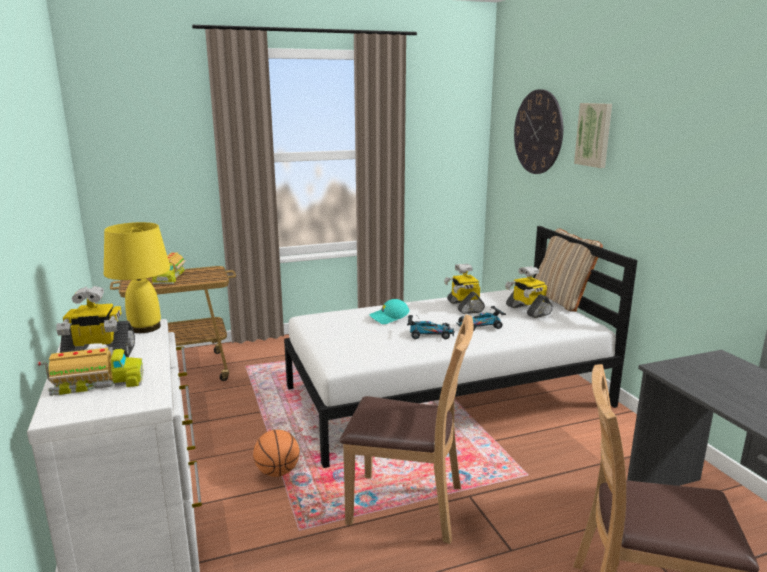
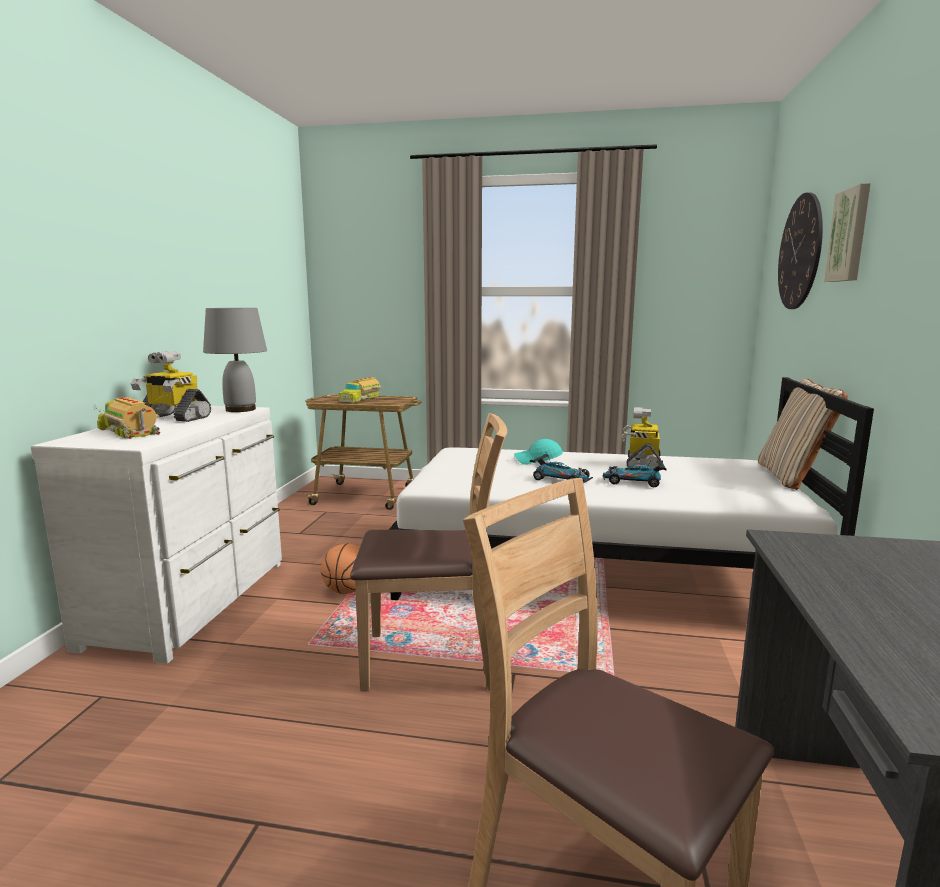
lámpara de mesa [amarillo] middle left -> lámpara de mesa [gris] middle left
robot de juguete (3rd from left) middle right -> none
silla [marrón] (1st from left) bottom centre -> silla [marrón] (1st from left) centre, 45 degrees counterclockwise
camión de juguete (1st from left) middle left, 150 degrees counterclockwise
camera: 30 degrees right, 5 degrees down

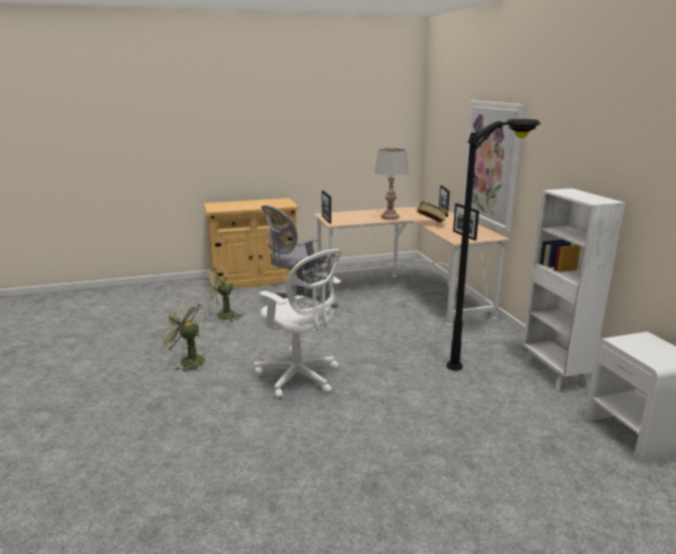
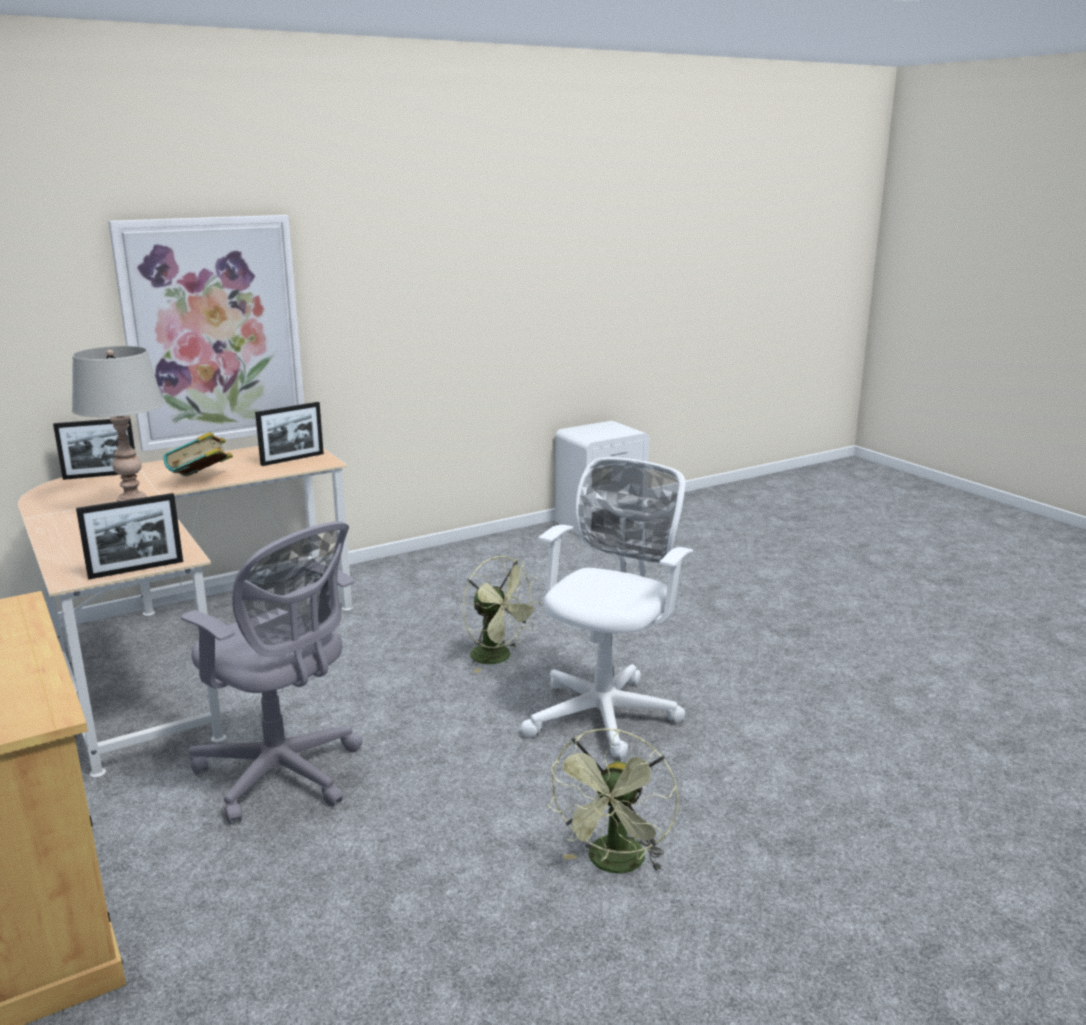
lámpara de pie [negro] middle right -> none
estantería [blanco] middle right -> none
ventilador [verde] (2nd from left in the first image) middle left -> ventilador [verde] (1st from left) centre, move
camera: 105 degrees left, 0 degrees up

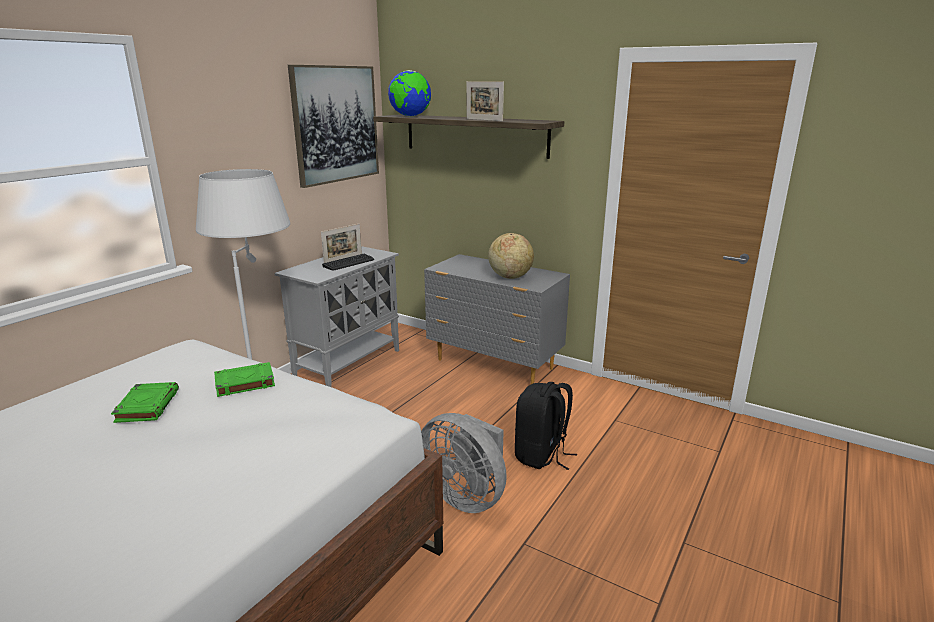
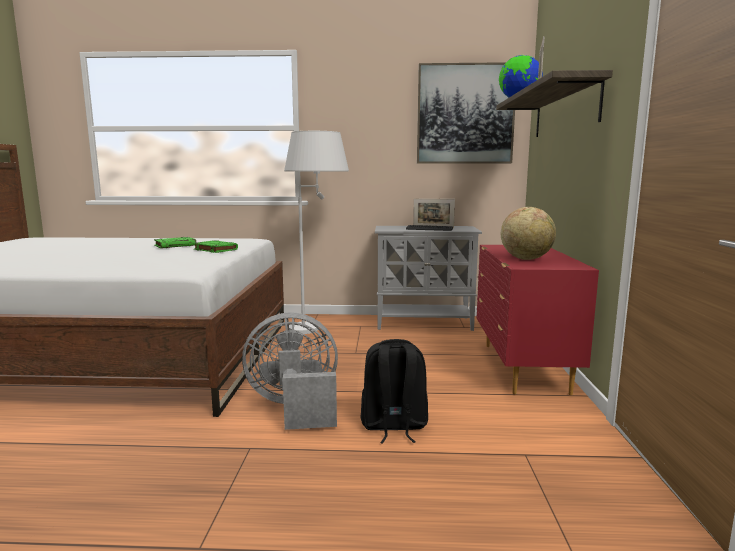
cómoda [gris] centre -> cómoda [rojo] middle right
ventilador [gris] bottom centre, 75 degrees clockwise
camera: 60 degrees right, 10 degrees down

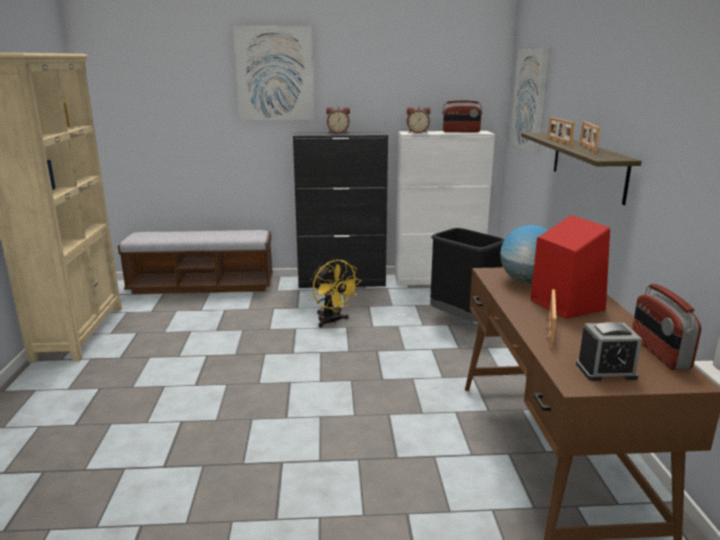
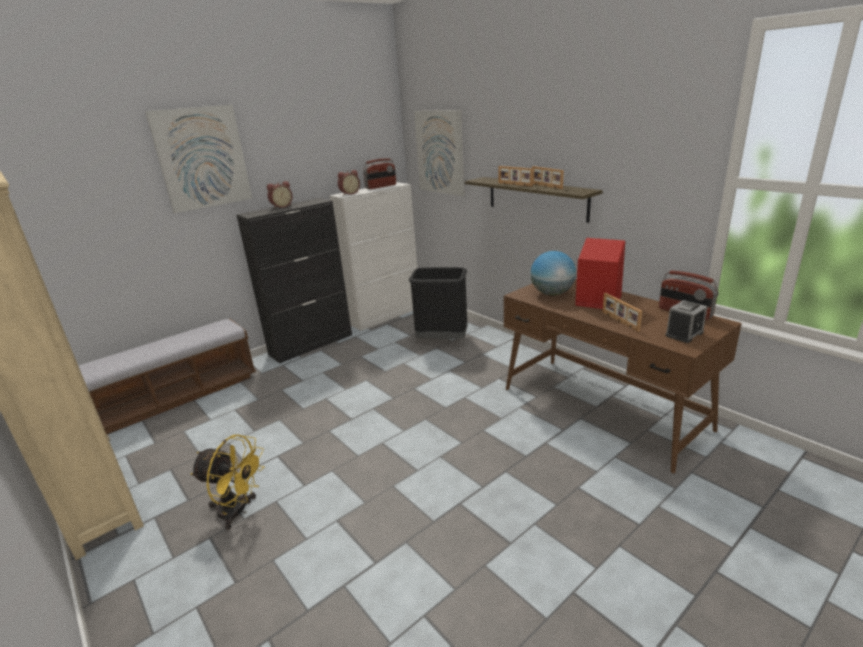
ventilador [amarillo] centre -> ventilador [amarillo] bottom left, move
camera: 35 degrees left, 5 degrees up

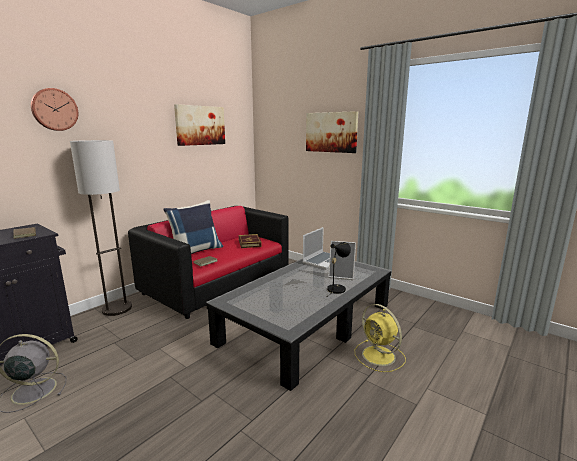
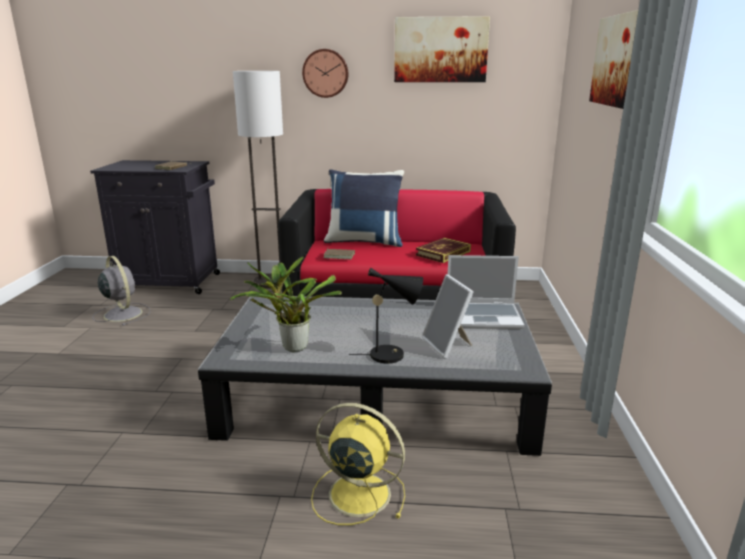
reloj de pared top left -> reloj de pared top centre, move
ventilador [amarillo] bottom centre, 90 degrees clockwise
none -> planta en maceta centre
camera: 55 degrees right, 5 degrees up

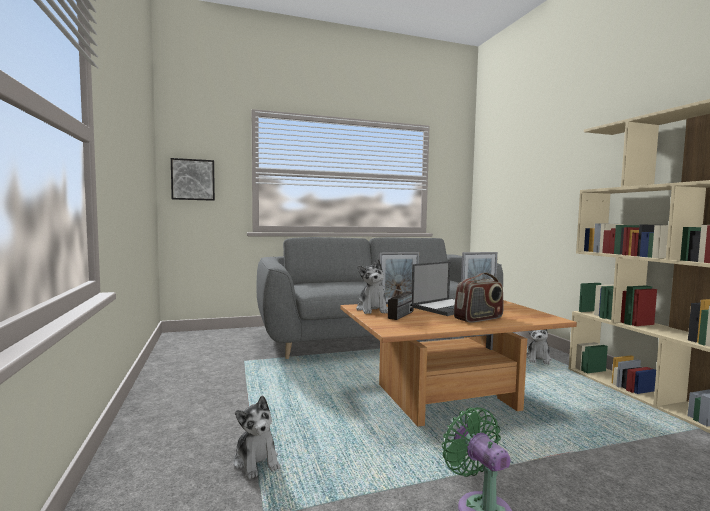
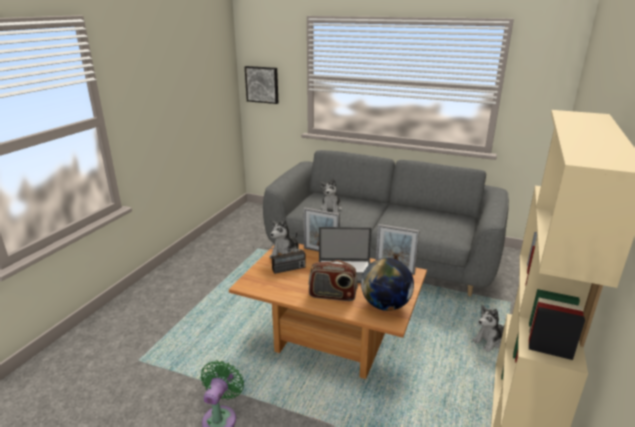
peluche (1st from left in the first image) bottom centre -> peluche (2nd from left) centre, move
none -> globo terráqueo centre
camera: 40 degrees right, 20 degrees up

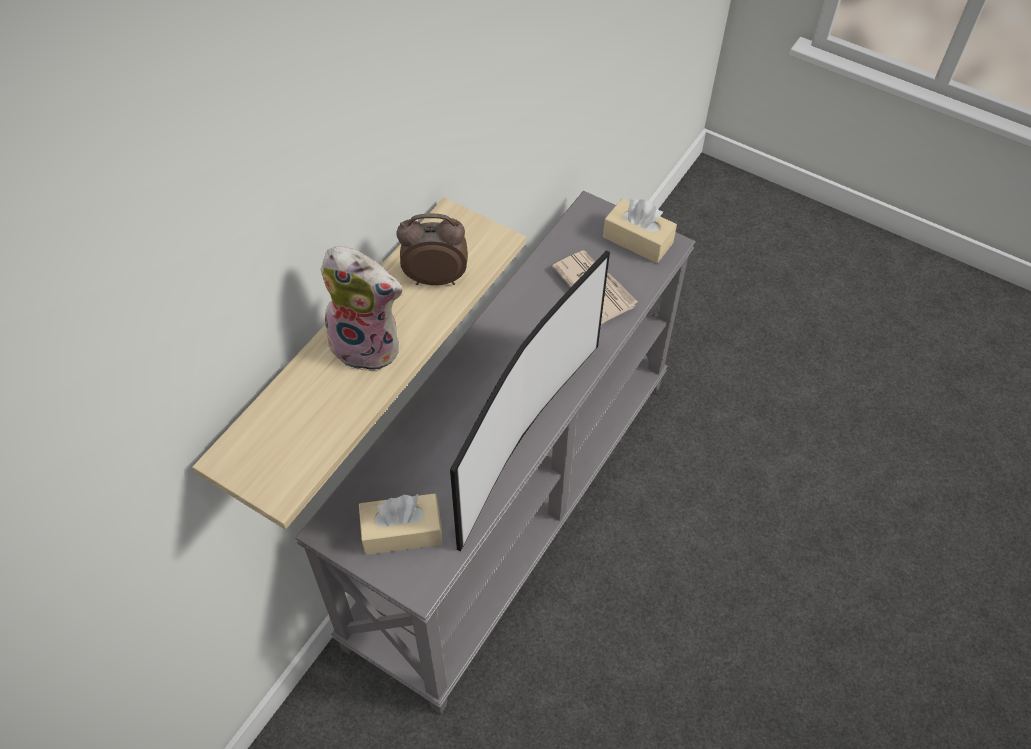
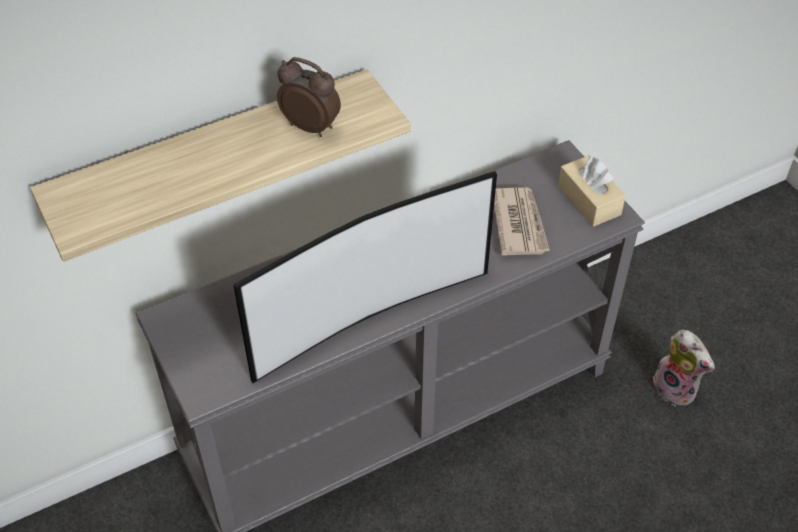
peluche centre -> peluche bottom right, move
caja de pañuelos [beis] (1st from left) bottom centre -> none
camera: 30 degrees right, 5 degrees down

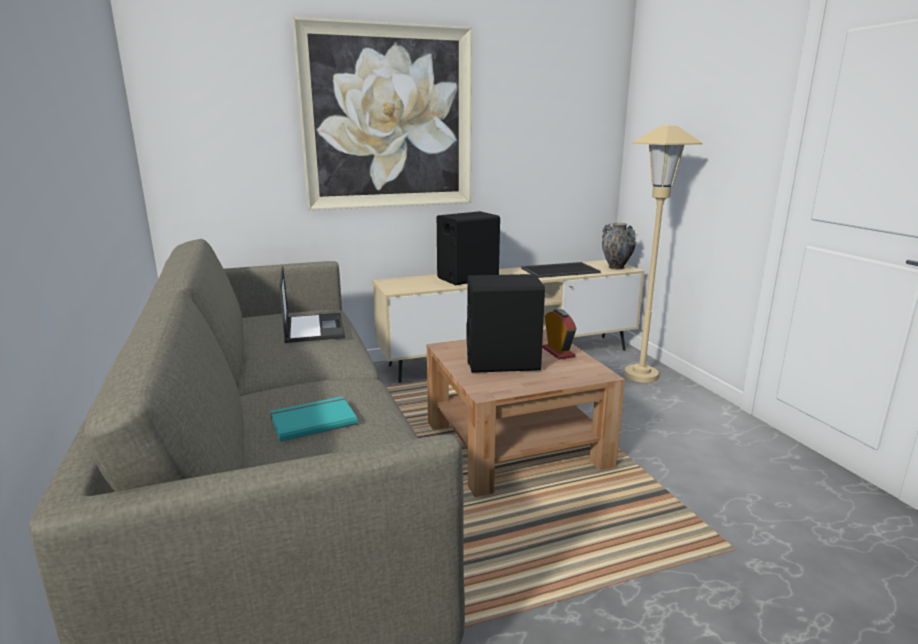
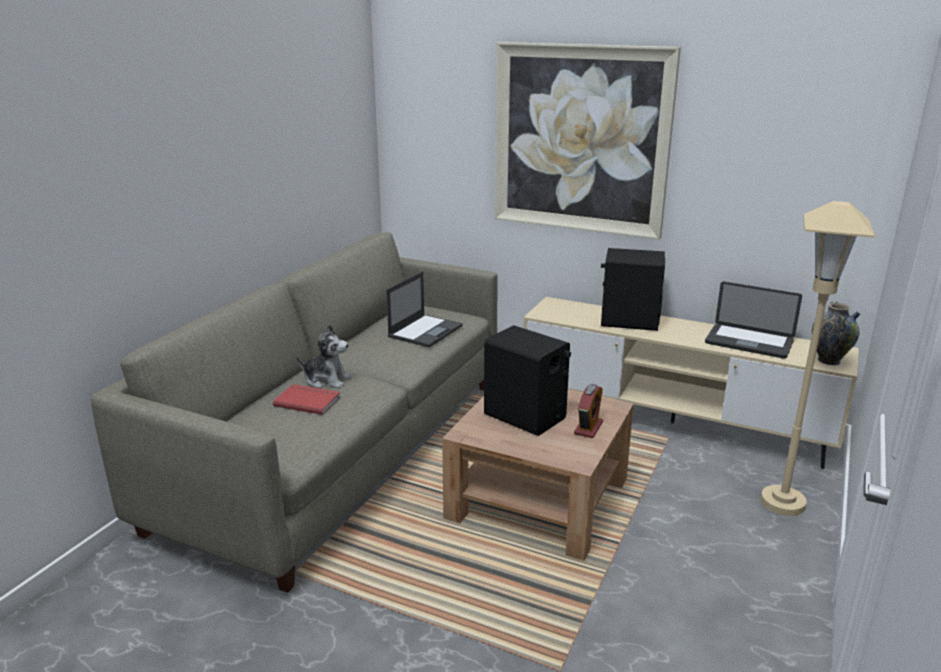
bandeja centre -> portátil (2nd from left) middle right
libro [turquesa] centre -> libro [rojo] middle left
none -> peluche centre
camera: 45 degrees right, 5 degrees up

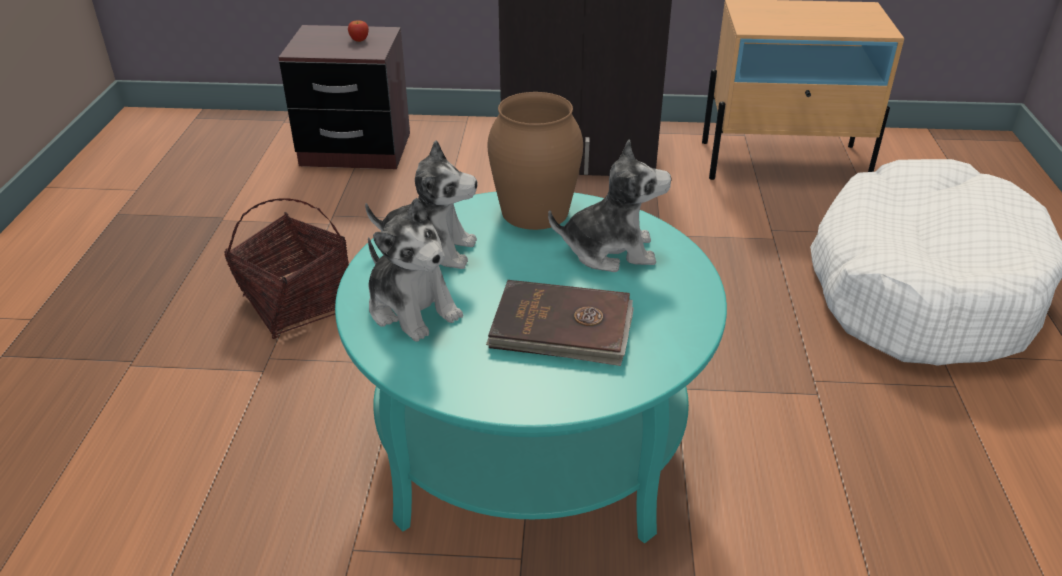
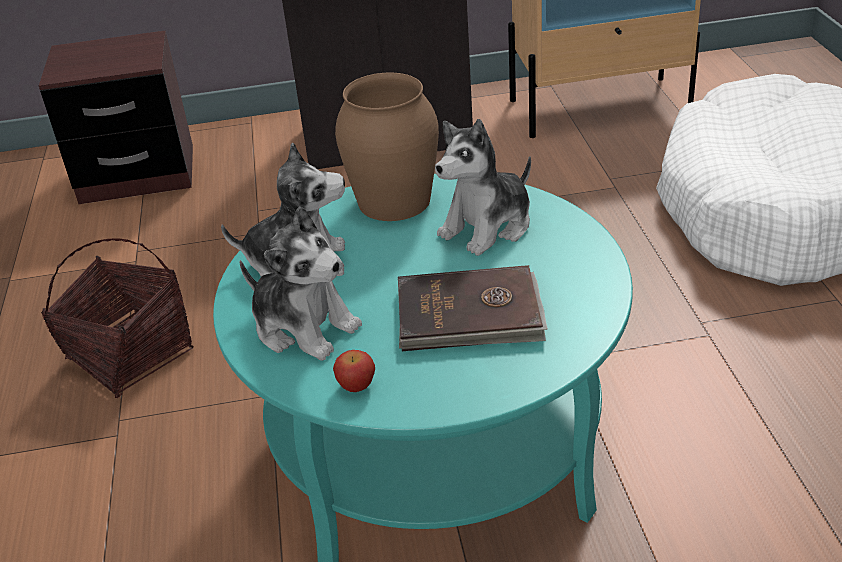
manzana top centre -> manzana centre, move
peluche (3rd from left) centre -> peluche (3rd from left) top centre, 150 degrees clockwise
camera: 10 degrees left, 0 degrees up

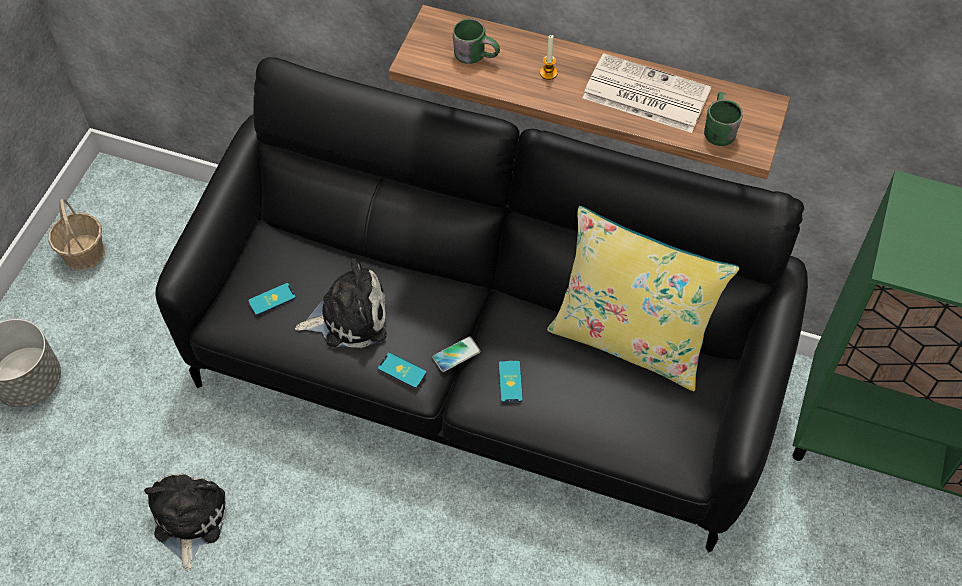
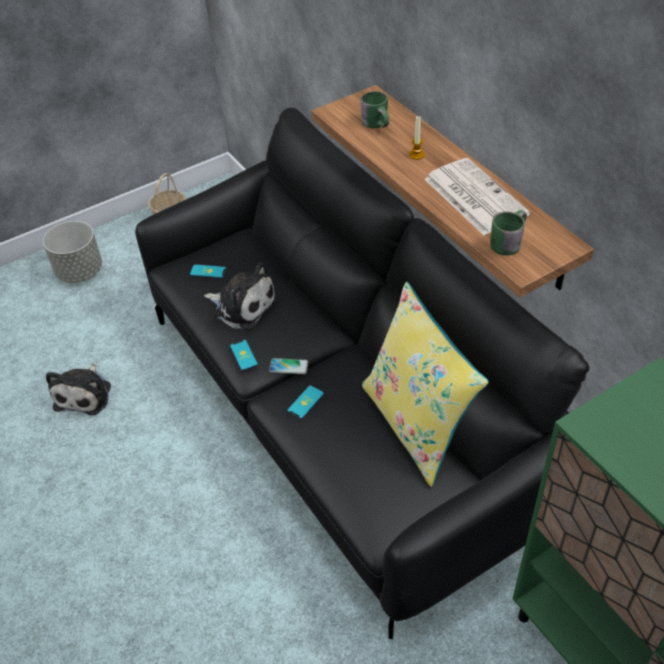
peluche (1st from left) bottom left -> peluche (1st from left) middle left, 150 degrees clockwise
camera: 40 degrees right, 10 degrees down

